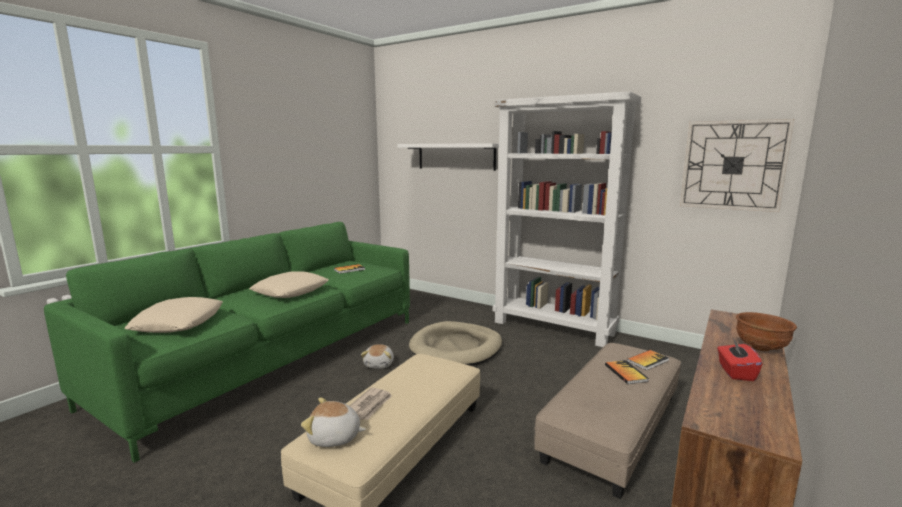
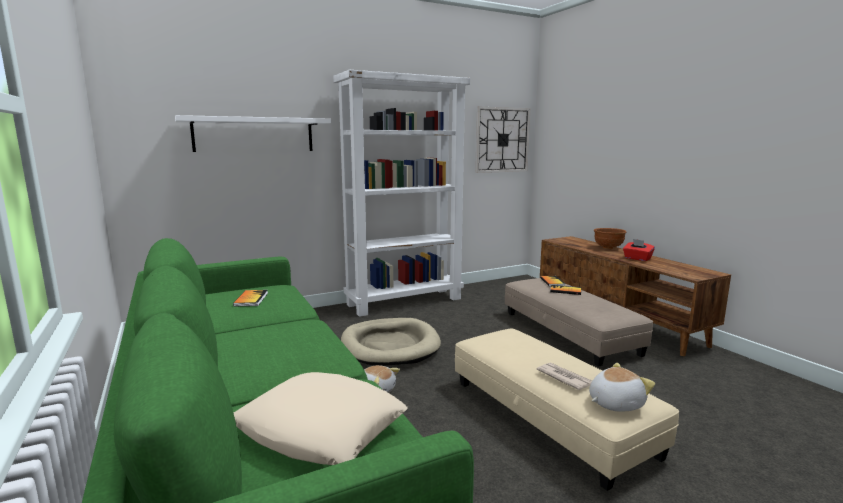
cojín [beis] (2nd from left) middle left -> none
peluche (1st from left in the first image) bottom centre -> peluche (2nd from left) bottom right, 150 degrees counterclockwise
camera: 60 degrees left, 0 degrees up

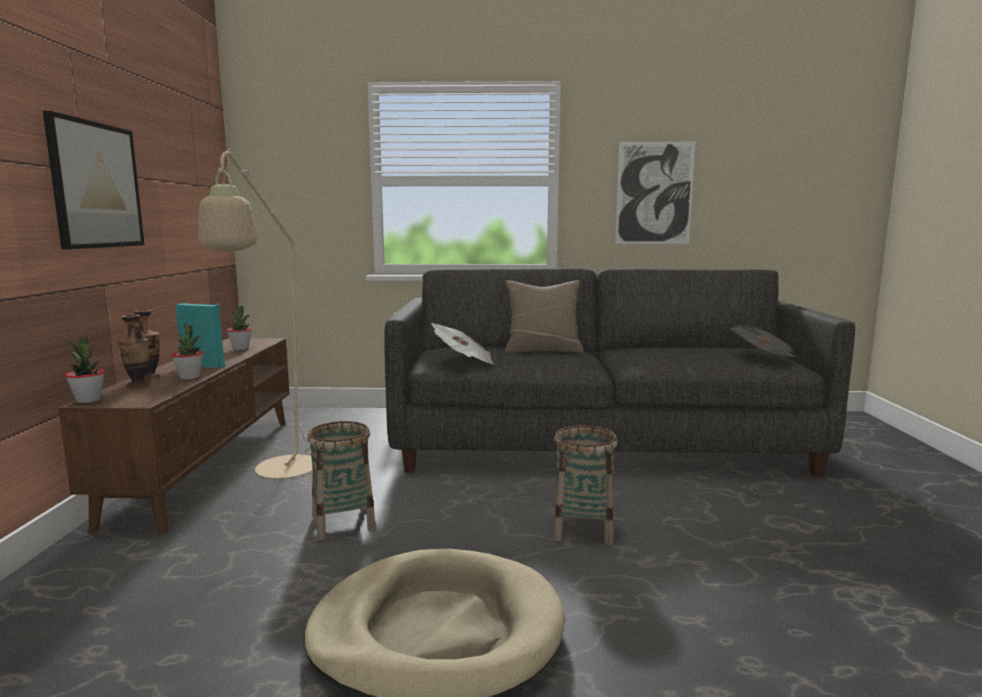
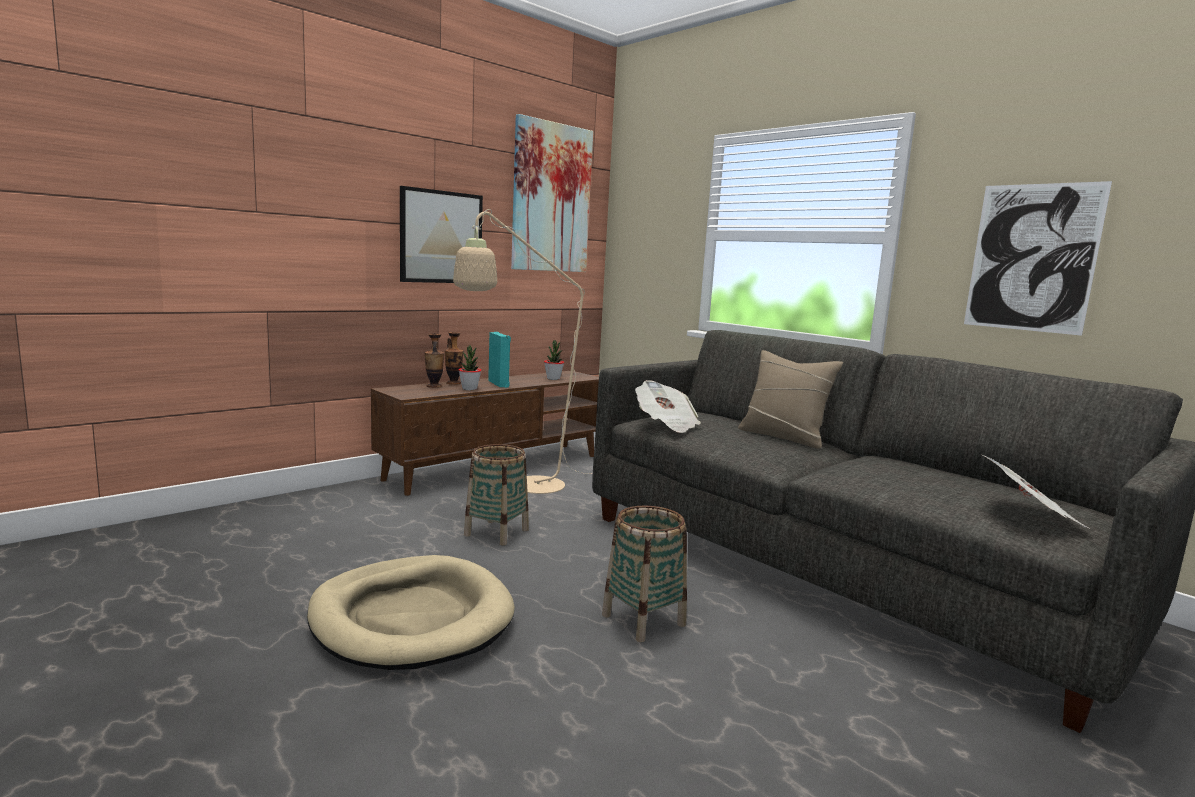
planta en maceta (1st from left) middle left -> none
none -> cuadro (2nd from left) top centre
camera: 45 degrees right, 0 degrees up

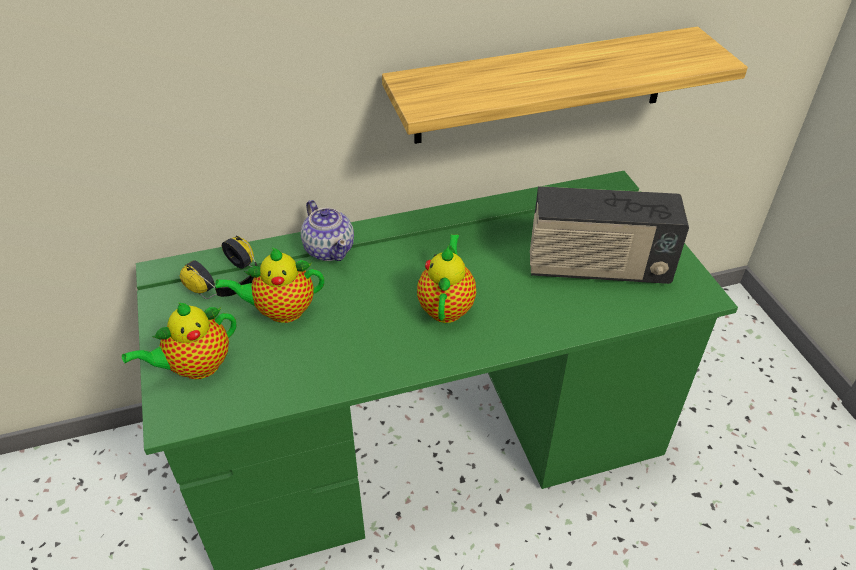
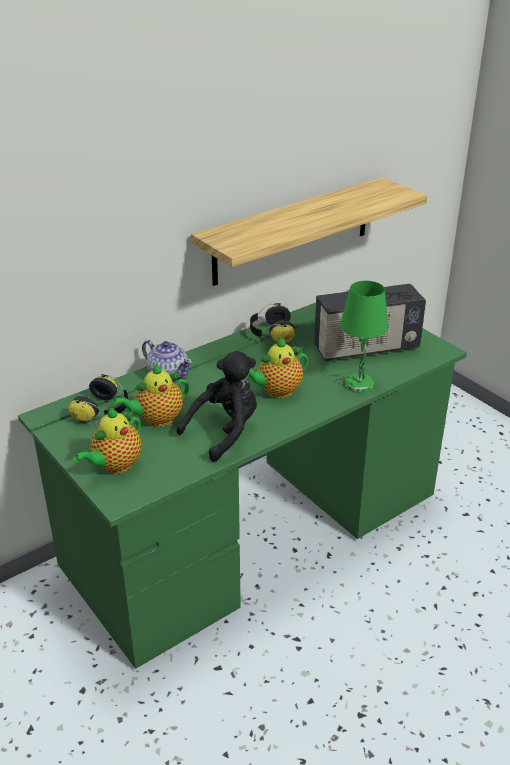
tetera (4th from left) centre, 105 degrees counterclockwise
none -> lámpara de mesa [verde] middle right
none -> auriculares (2nd from left) centre
none -> peluche [negro] centre
camera: 20 degrees left, 10 degrees down

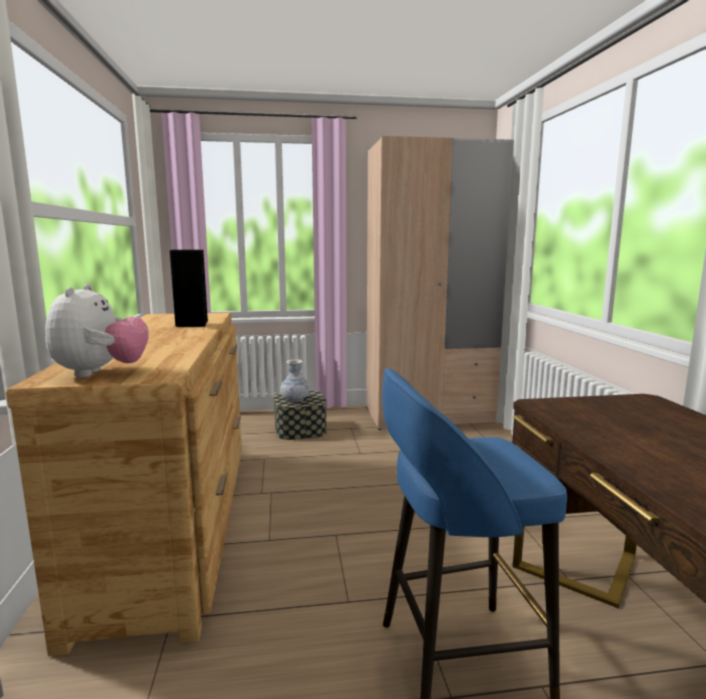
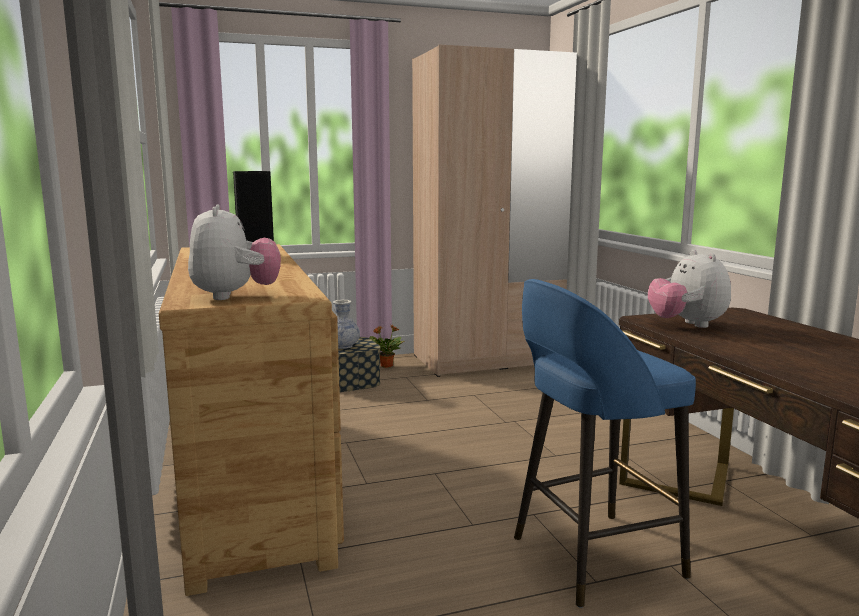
none -> peluche (2nd from left) middle right
none -> planta en maceta centre
camera: 10 degrees left, 0 degrees up

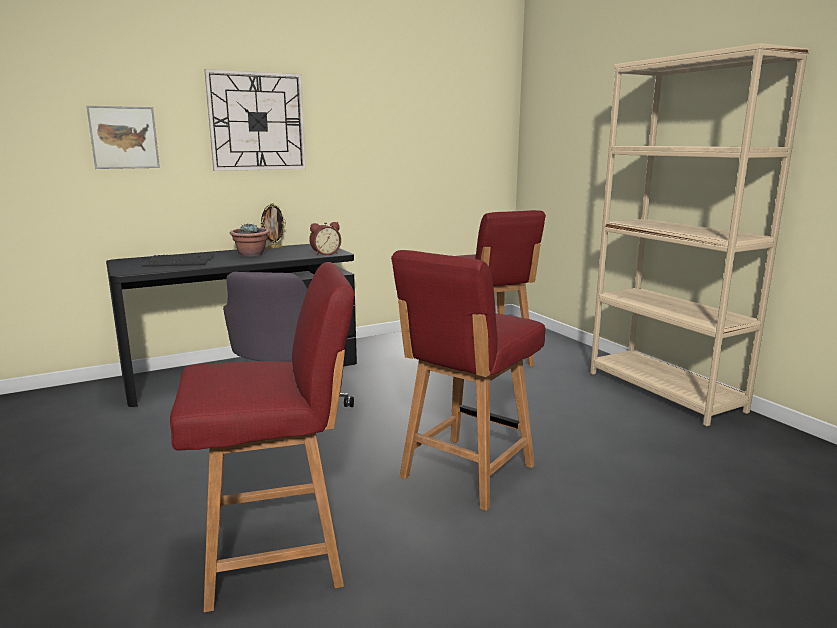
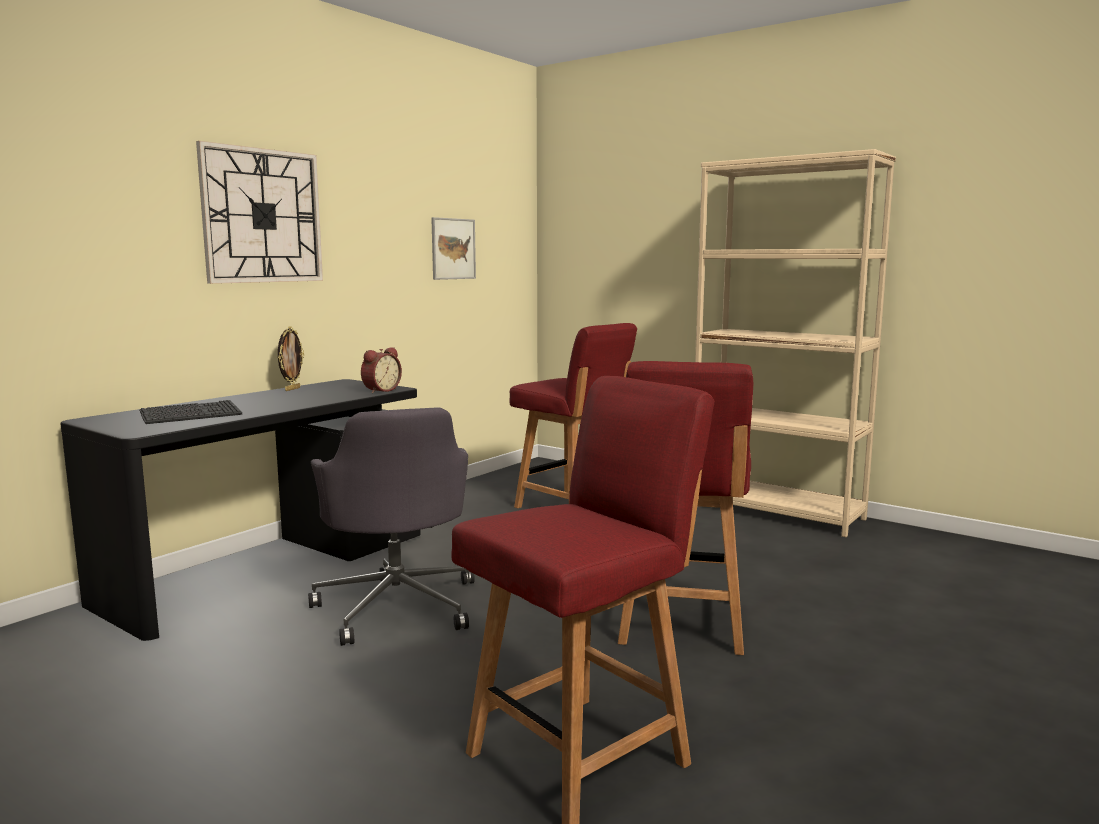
cuadro top left -> cuadro top centre, move
planta en maceta middle left -> none
camera: 25 degrees left, 5 degrees down

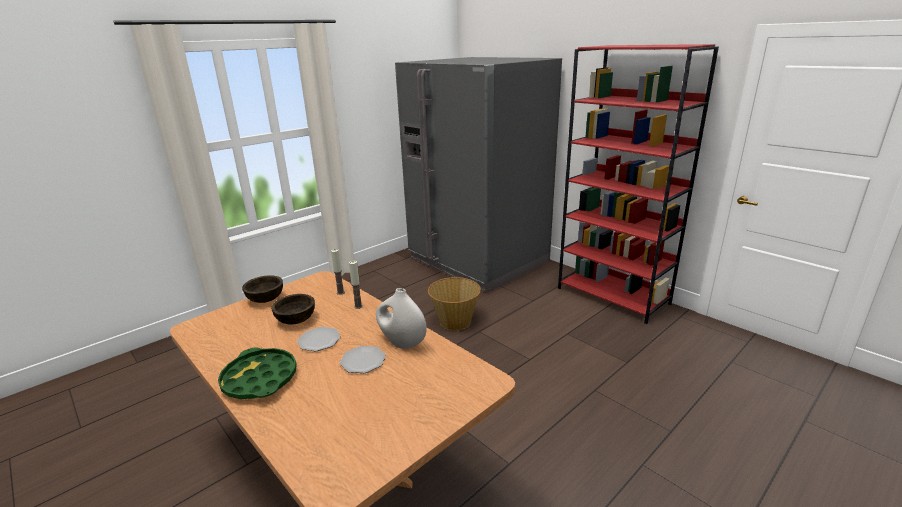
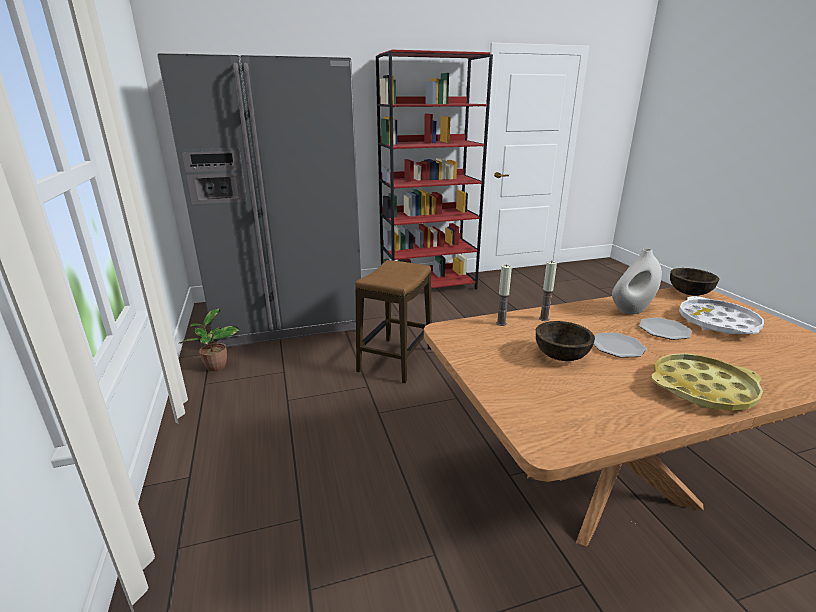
cuenco [marrón] (1st from left in the first image) middle left -> cuenco [marrón] (2nd from left) middle right, move
cesta centre -> taburete centre
bandeja [verde] bottom left -> bandeja [amarillo] middle right
none -> bandeja [blanco] middle right
none -> planta en maceta middle left
camera: 65 degrees left, 0 degrees up

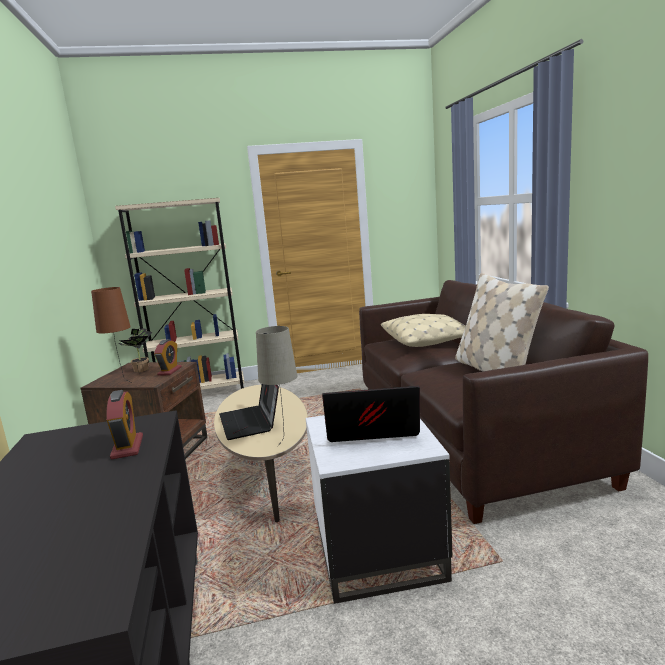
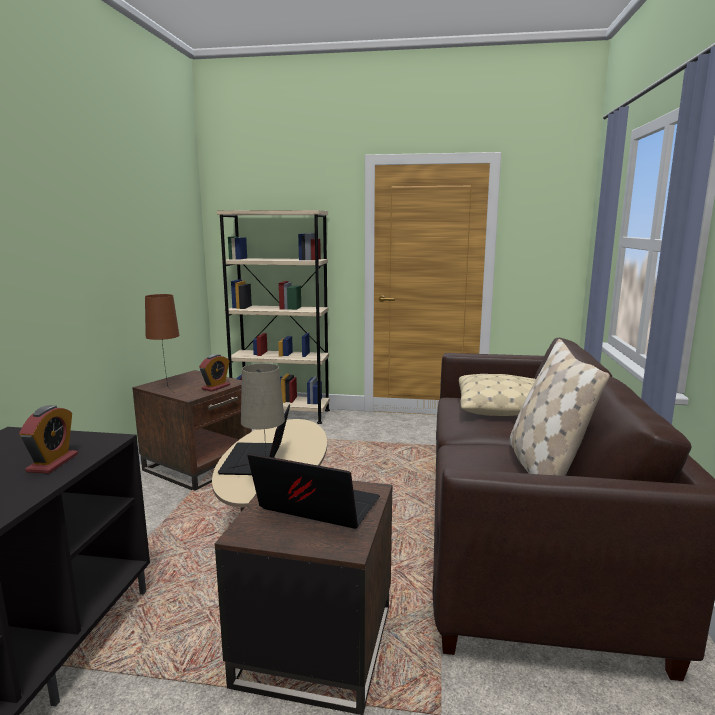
planta en maceta middle left -> none
mesa auxiliar [blanco] bottom centre -> mesa auxiliar [marrón] (2nd from left) bottom centre
camera: 20 degrees right, 0 degrees up

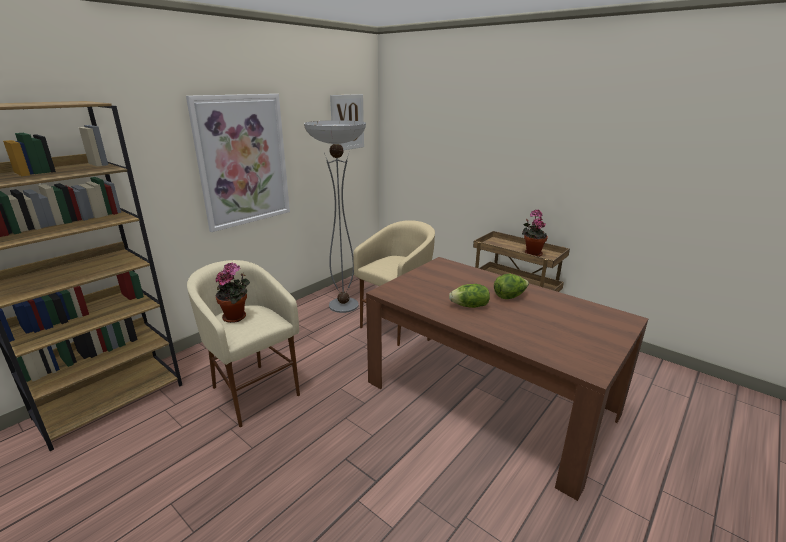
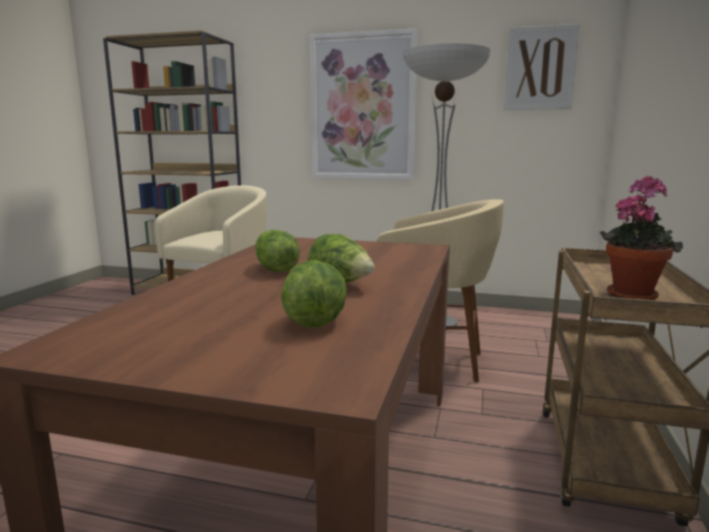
planta en maceta (1st from left) middle left -> none
none -> lechuga (2nd from left) centre
camera: 65 degrees right, 10 degrees down

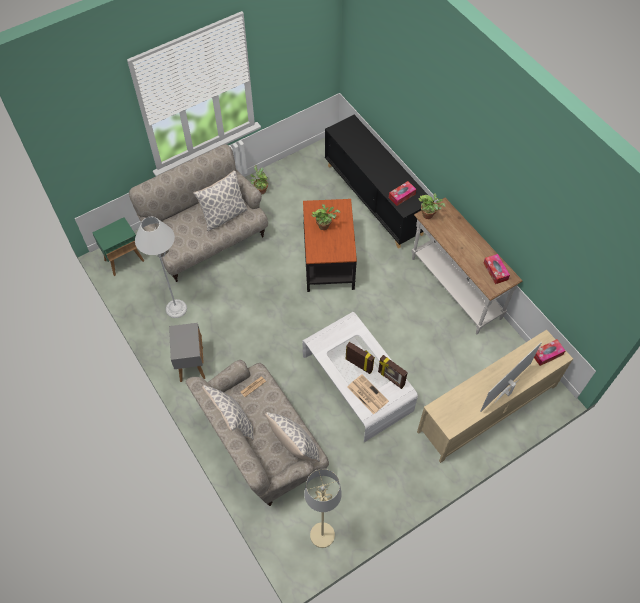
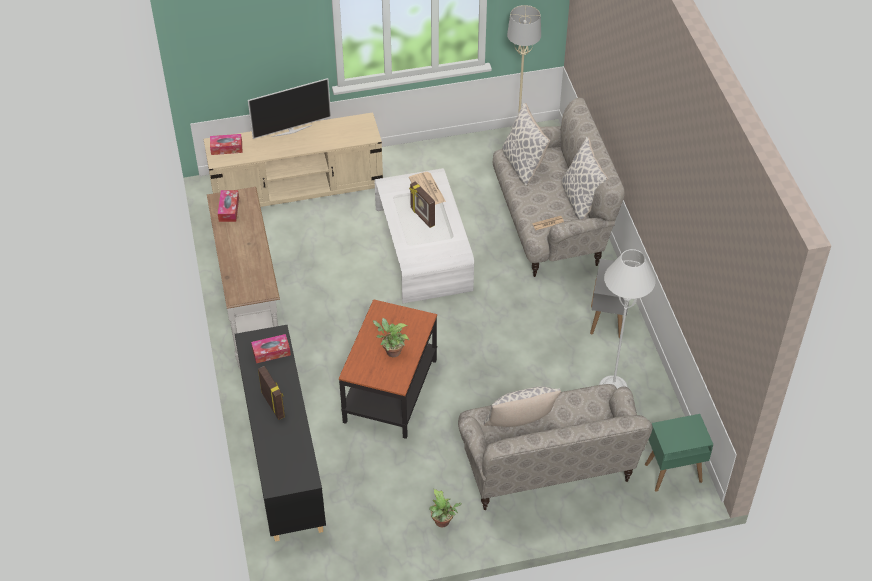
planta en maceta (3rd from left) middle right -> none
portarretratos (2nd from left in the first image) centre -> portarretratos (1st from left) bottom left, move
camera: 160 degrees left, 10 degrees down

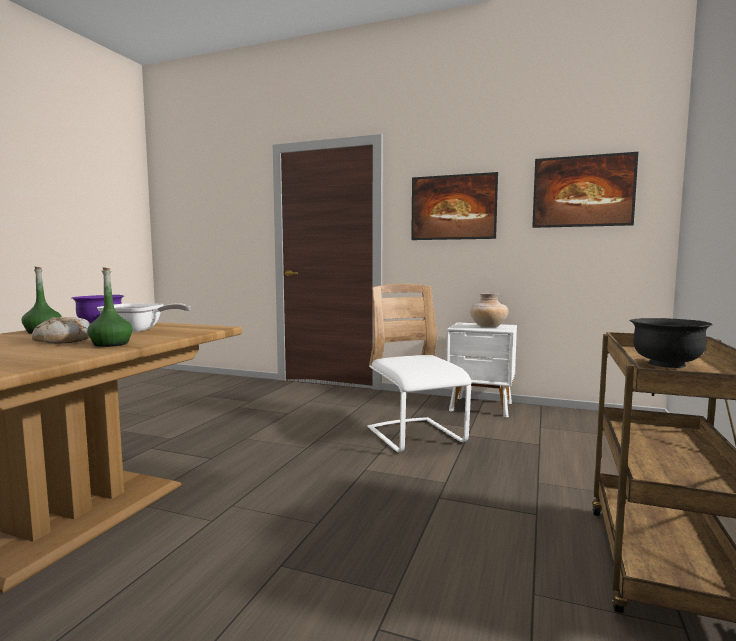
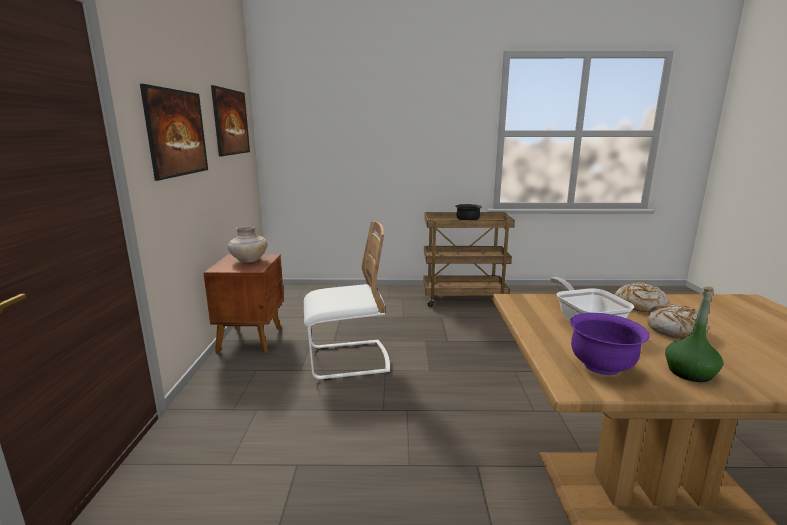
botella [verde] (2nd from left) middle left -> pan (1st from left) middle right
silla [blanco] centre, 150 degrees counterclockwise
mesita de noche [blanco] centre -> mesita de noche [marrón] middle left
camera: 110 degrees left, 10 degrees up

